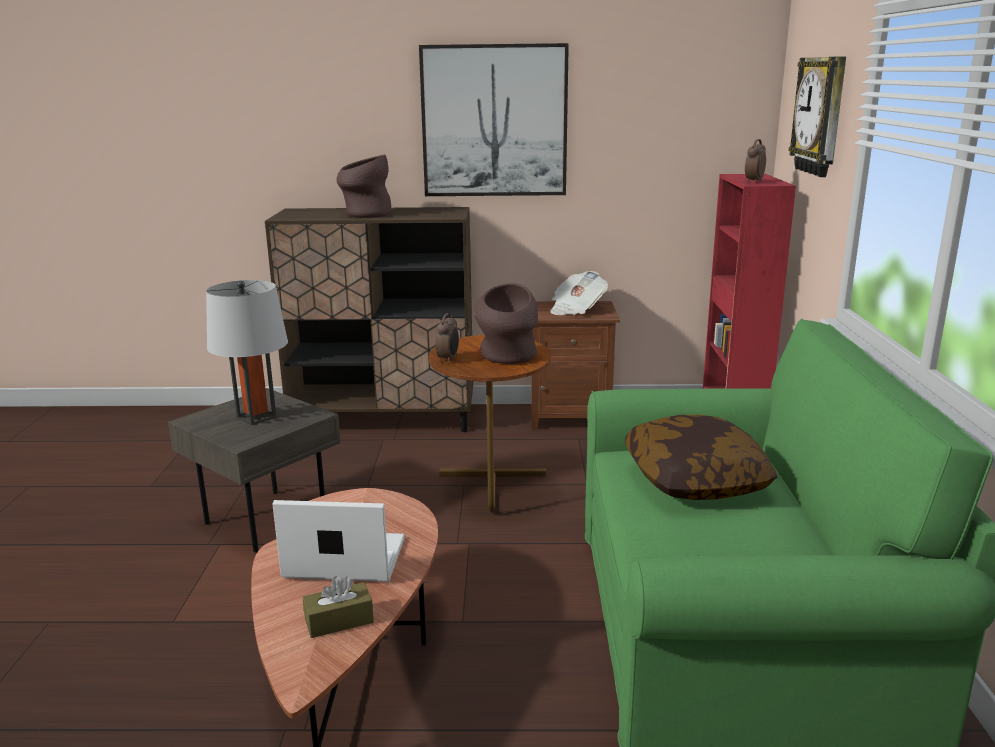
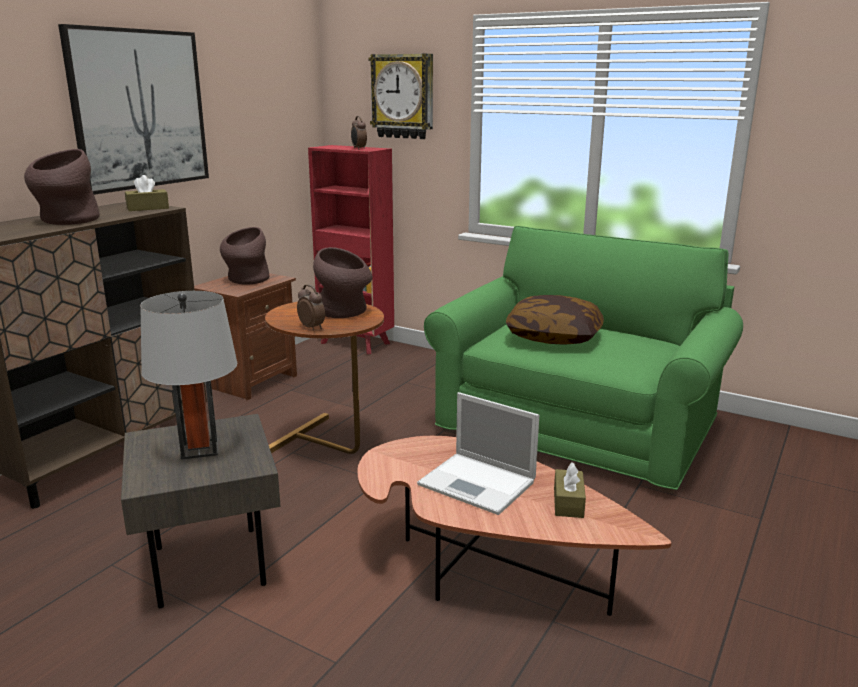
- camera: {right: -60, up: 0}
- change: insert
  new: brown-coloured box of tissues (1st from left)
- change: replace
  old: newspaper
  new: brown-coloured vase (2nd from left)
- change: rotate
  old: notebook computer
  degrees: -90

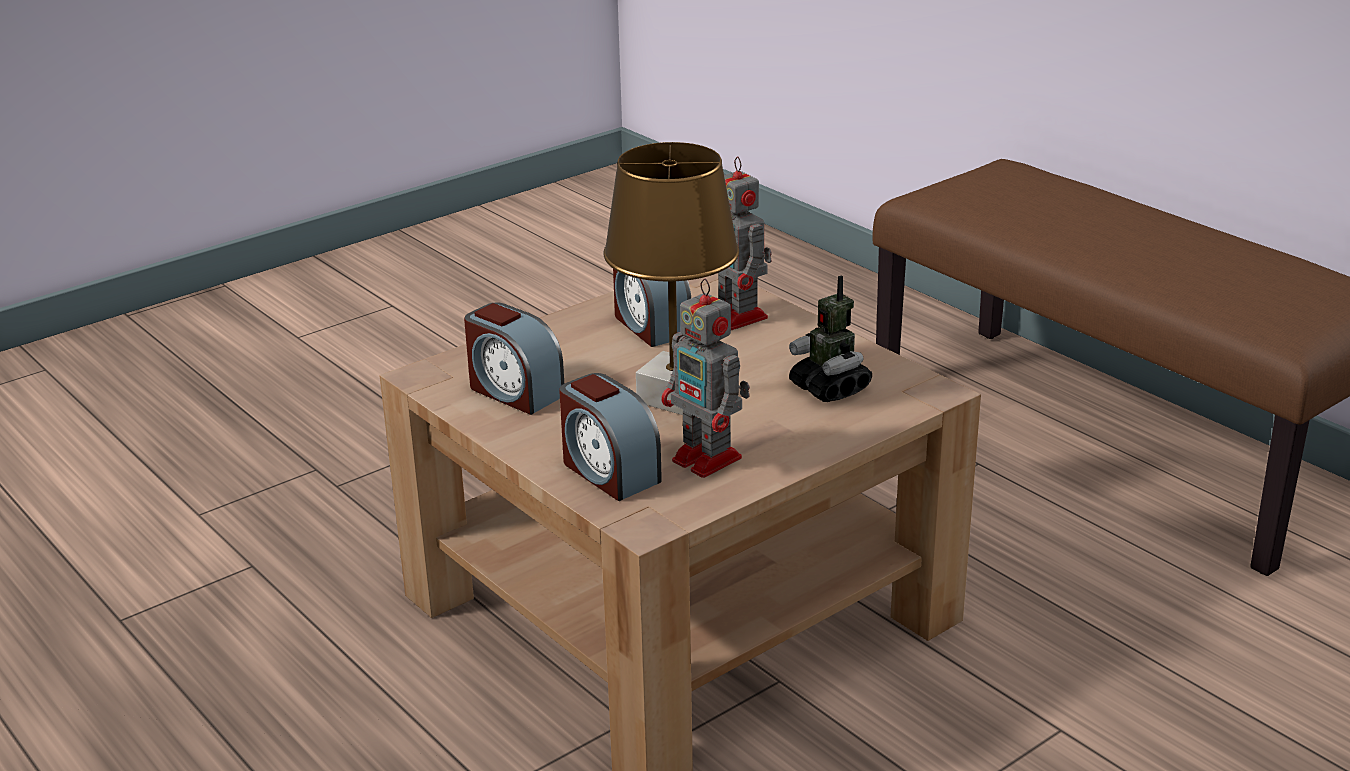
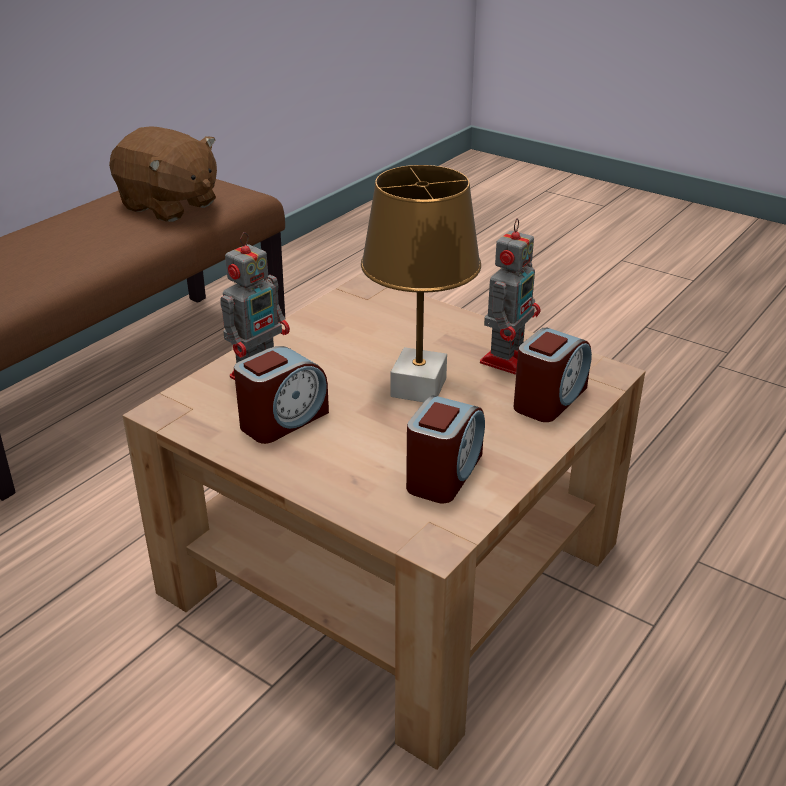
- camera: {right: -105, up: 5}
- change: delete
  old: toy robot (3rd from left)
- change: insert
  new: brown-coloured soft toy

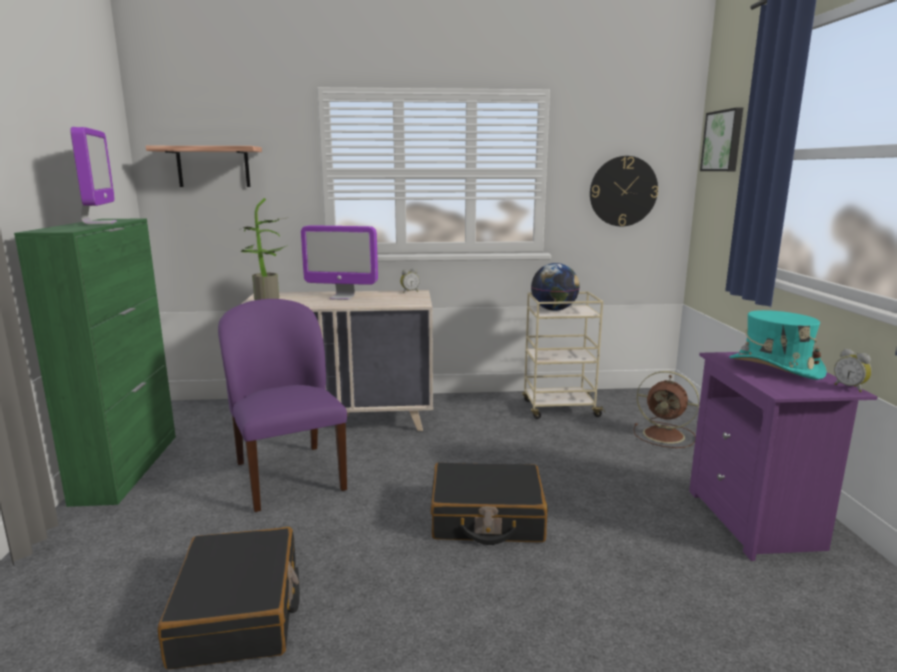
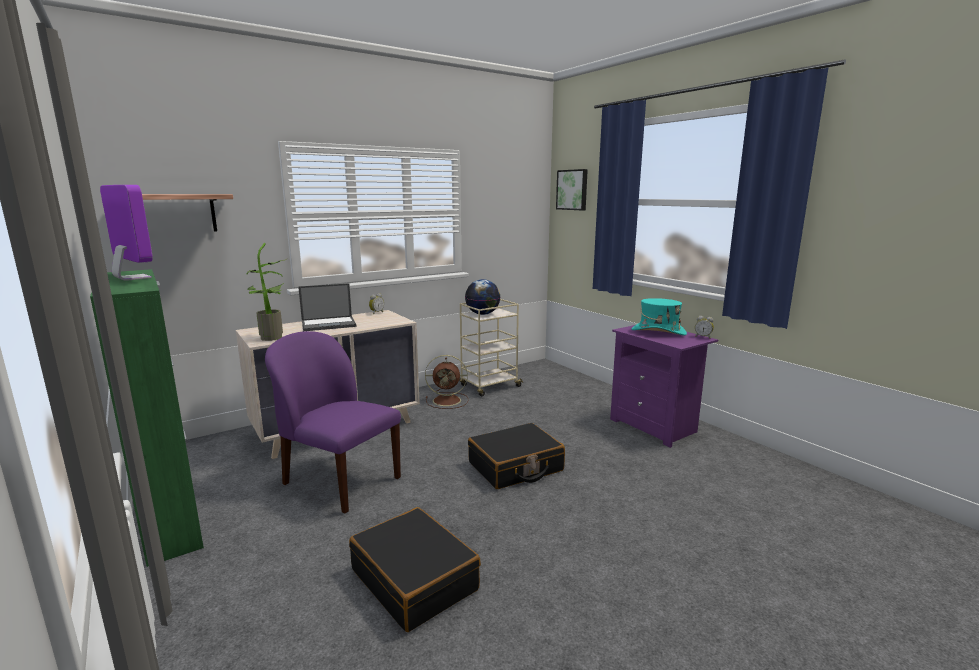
- camera: {right: -30, up: 0}
- change: delete
  old: wall clock
- change: move
  old: brown-coloured cooling fan
- change: replace
  old: monitor (2nd from left)
  new: notebook computer

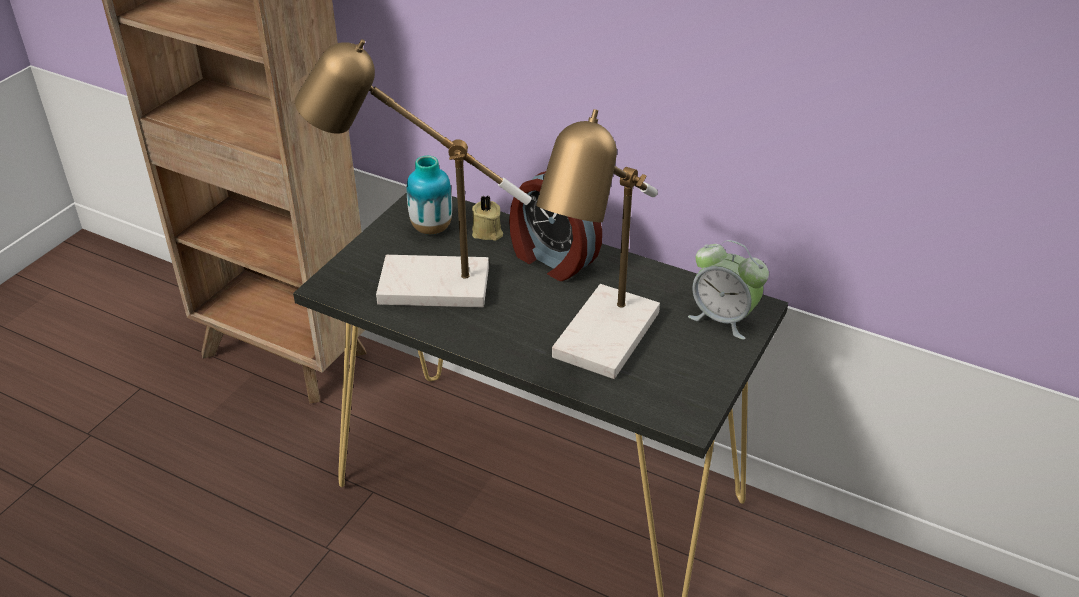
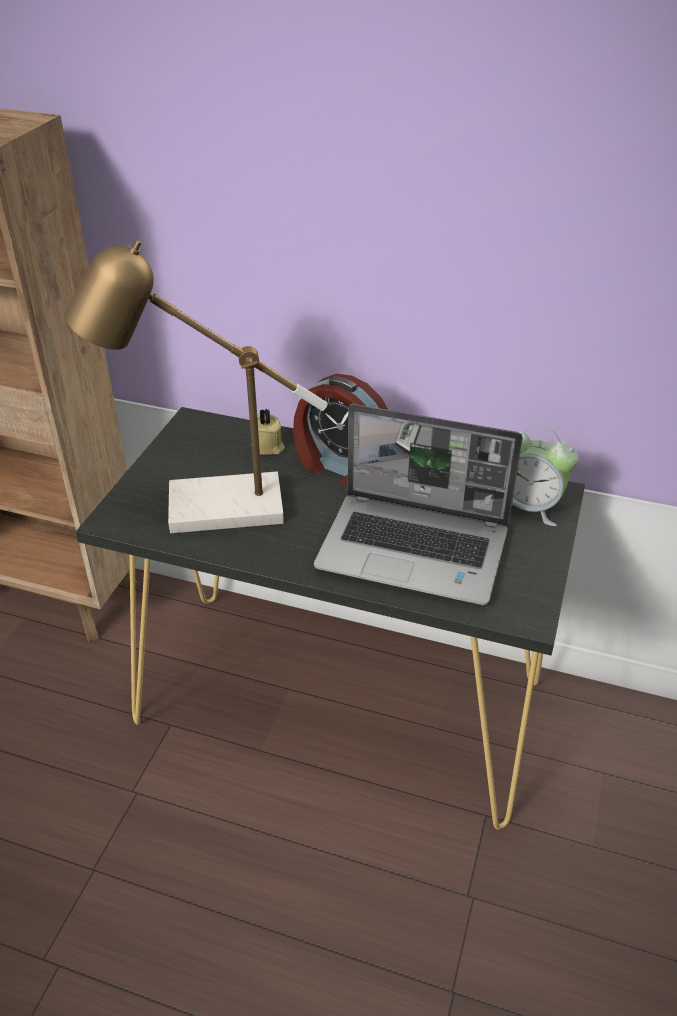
- camera: {right: -10, up: 0}
- change: delete
  old: vase
- change: replace
  old: lamp for a table (2nd from left)
  new: notebook computer

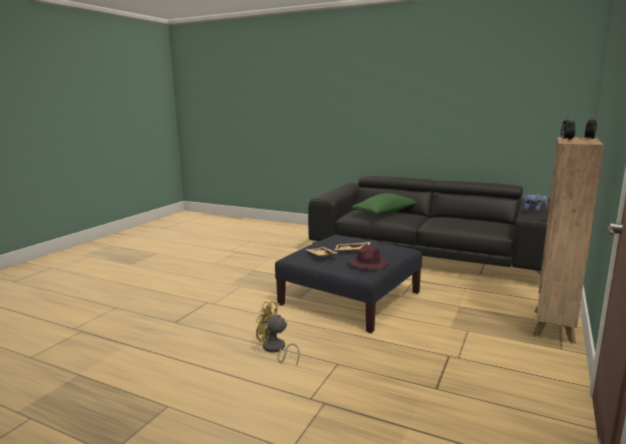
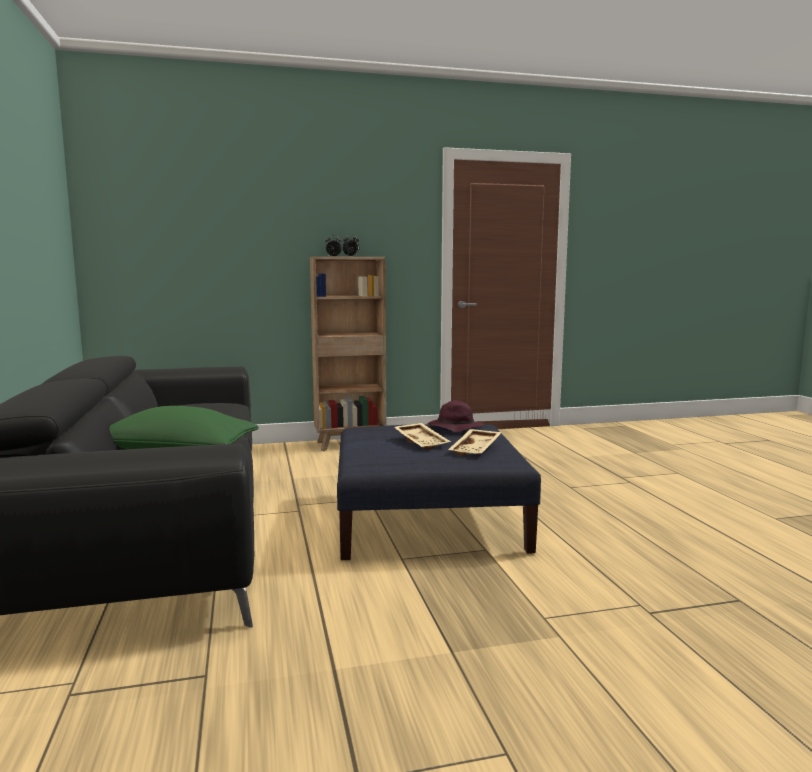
- camera: {right: -130, up: -5}
- change: delete
  old: yellow cooling fan
- change: delete
  old: soft toy

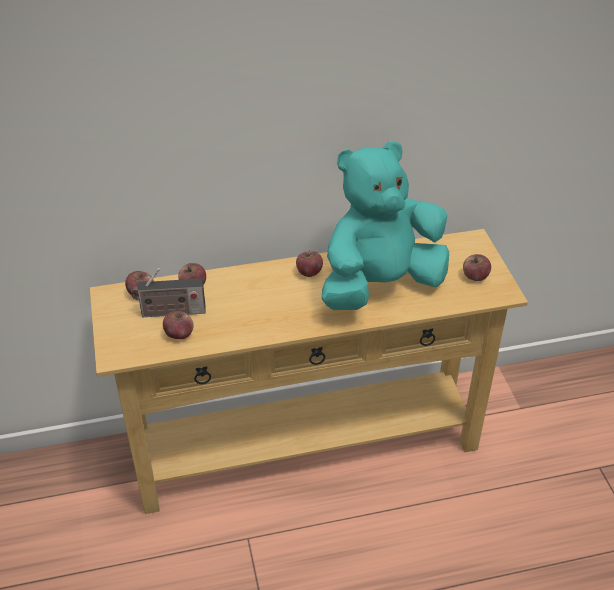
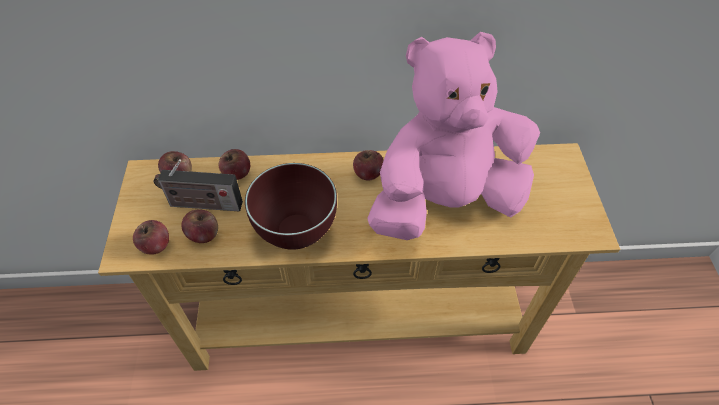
- camera: {right: 10, up: 10}
- change: insert
  new: brown-coloured bowl
- change: move
  old: apple (5th from left in the first image)
  new: apple (1st from left)
- change: recolor
  old: blue-green soft toy
  new: pink-coloured soft toy

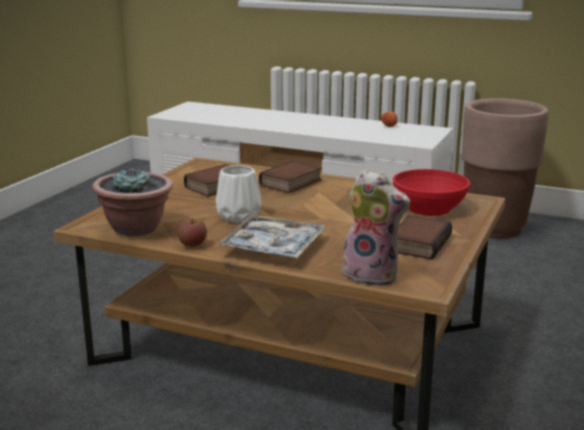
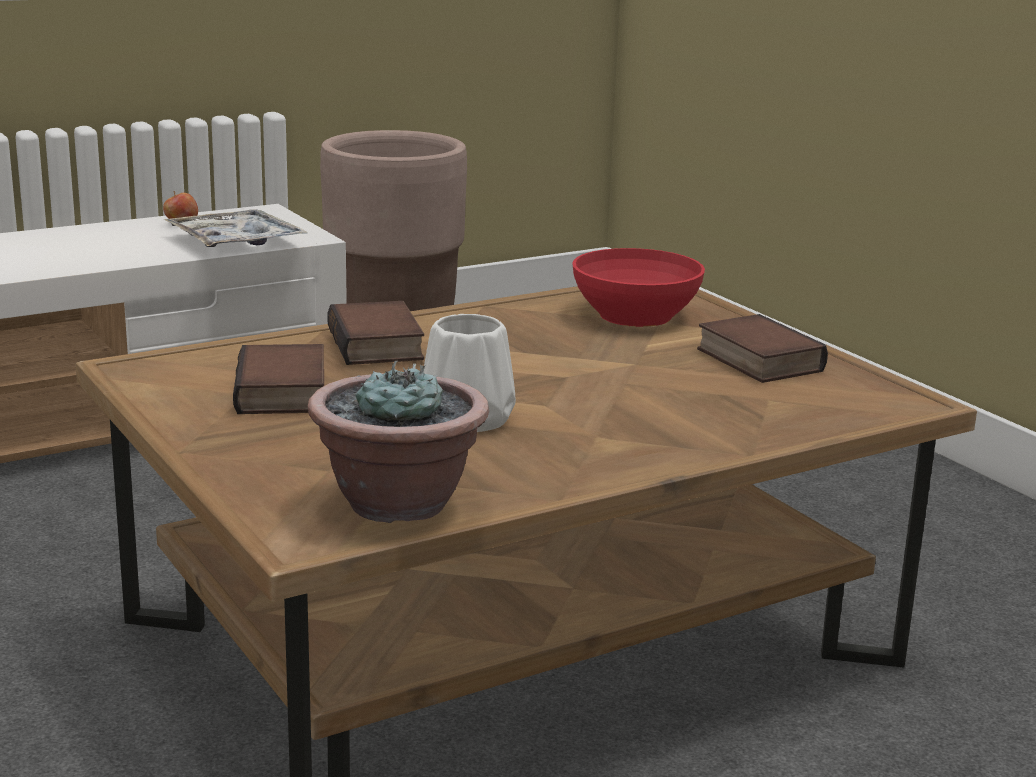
- camera: {right: -55, up: 0}
- change: delete
  old: apple (1st from left)
- change: delete
  old: soft toy
- change: move
  old: carrying tray

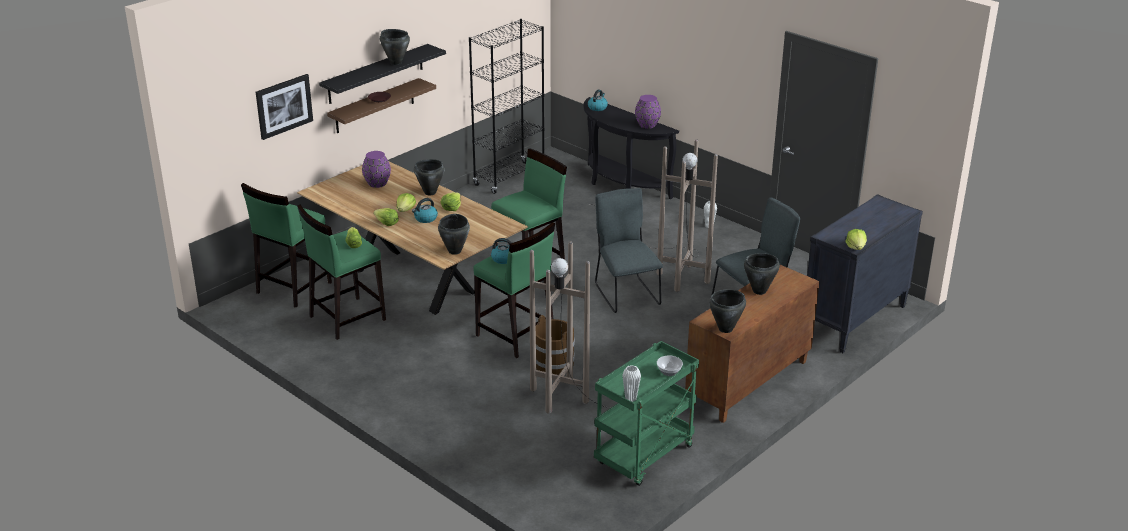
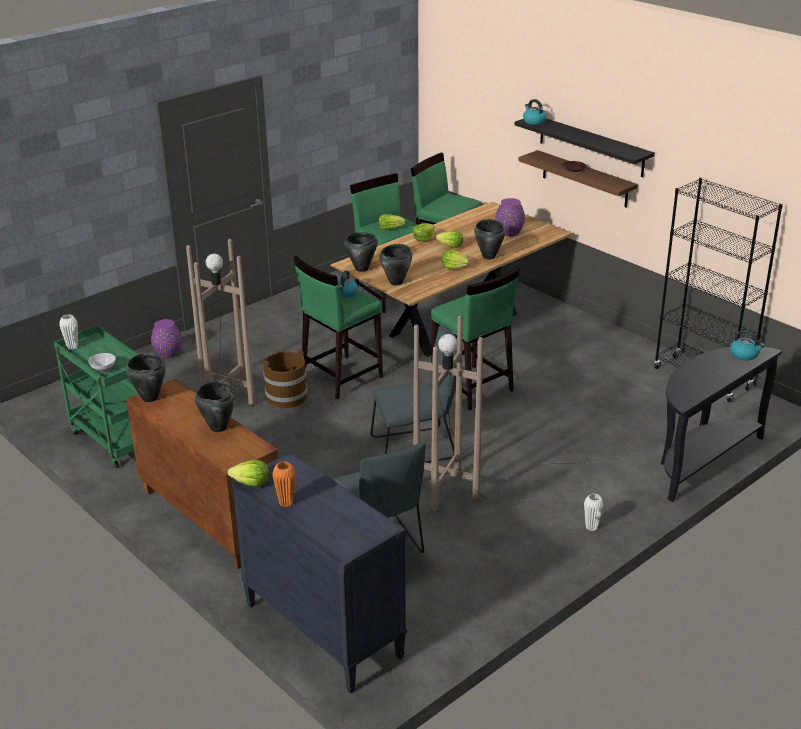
- camera: {right: 95, up: 0}
- change: delete
  old: wall picture
- change: insert
  new: orange vase
- change: move
  old: black cooking pot (1st from left in the first image)
  new: black cooking pot (4th from left)
- change: move
  old: water kettle (1st from left in the first image)
  new: water kettle (2nd from left)
- change: move
  old: purple vase (2nd from left in the first image)
  new: purple vase (1st from left)

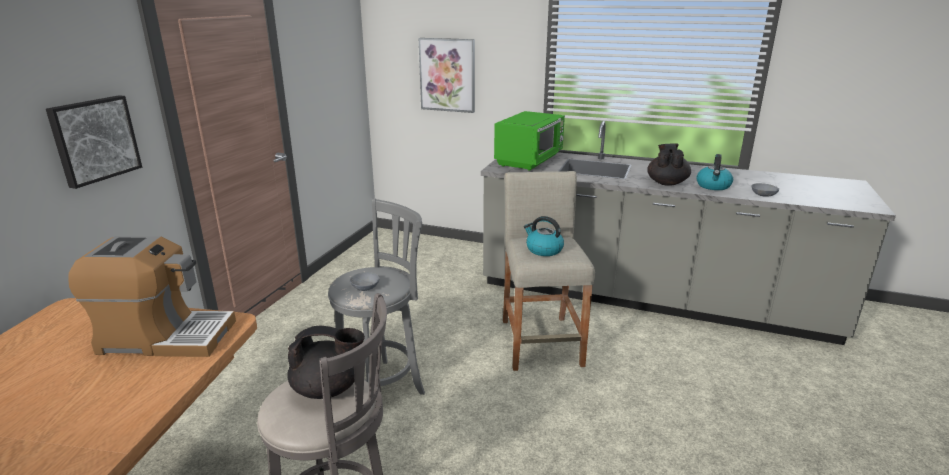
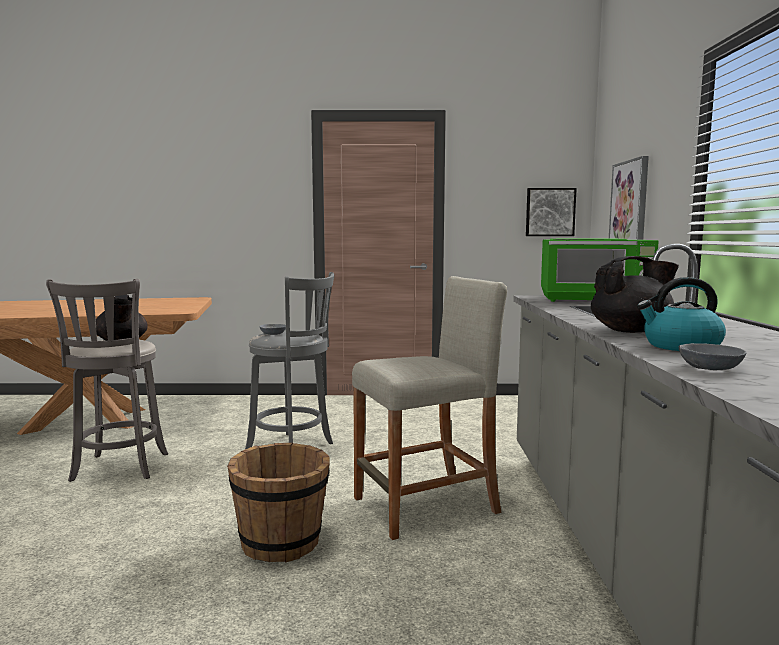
- camera: {right: 70, up: -15}
- change: delete
  old: coffee brewer
- change: delete
  old: water kettle (1st from left)
- change: insert
  new: brown-coloured bucket
- change: move
  old: wall picture (1st from left)

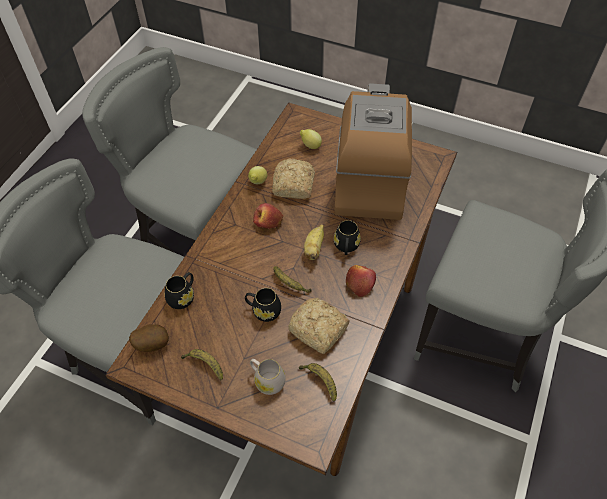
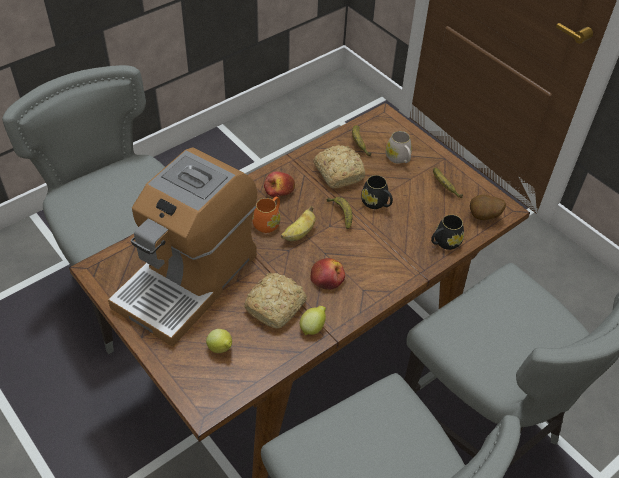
- camera: {right: -155, up: -5}
- change: recolor
  old: black tea mug (3rd from left)
  new: orange tea mug

